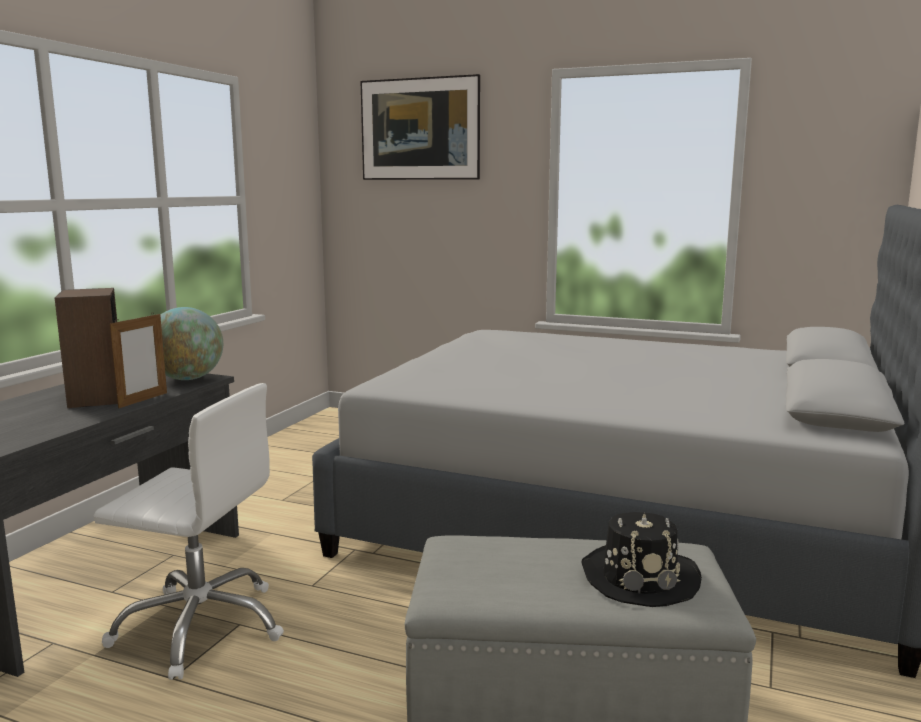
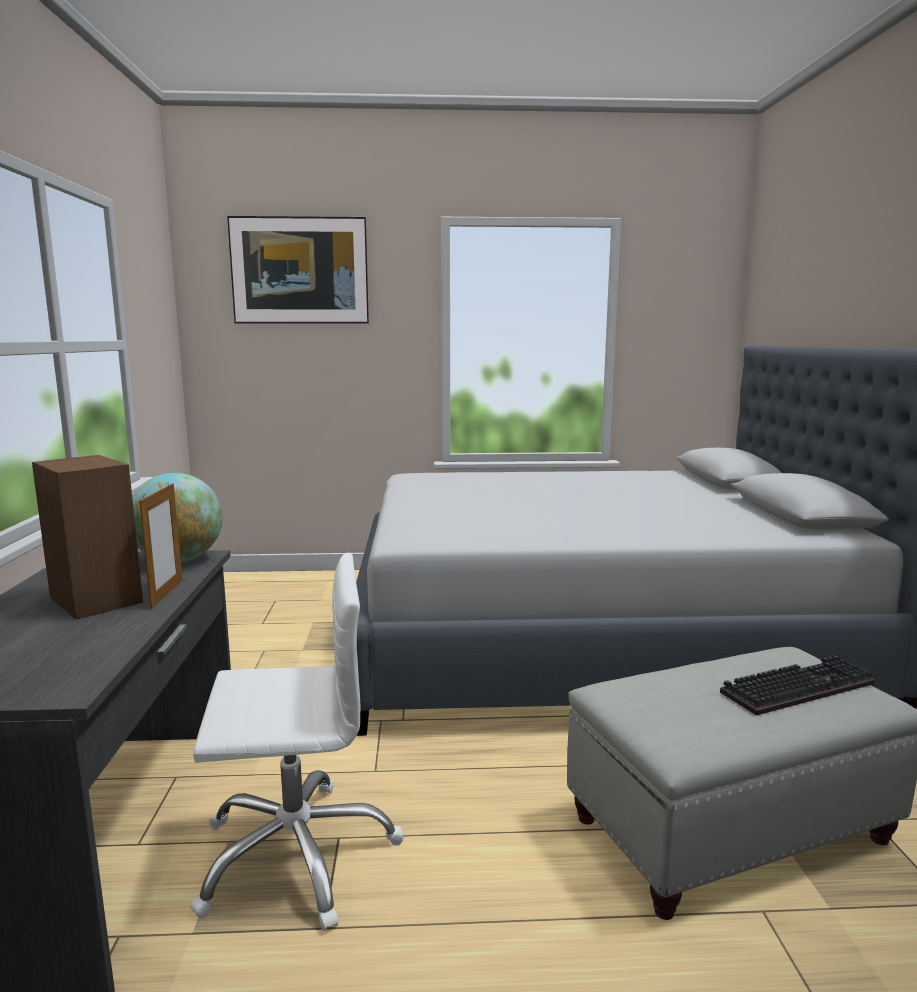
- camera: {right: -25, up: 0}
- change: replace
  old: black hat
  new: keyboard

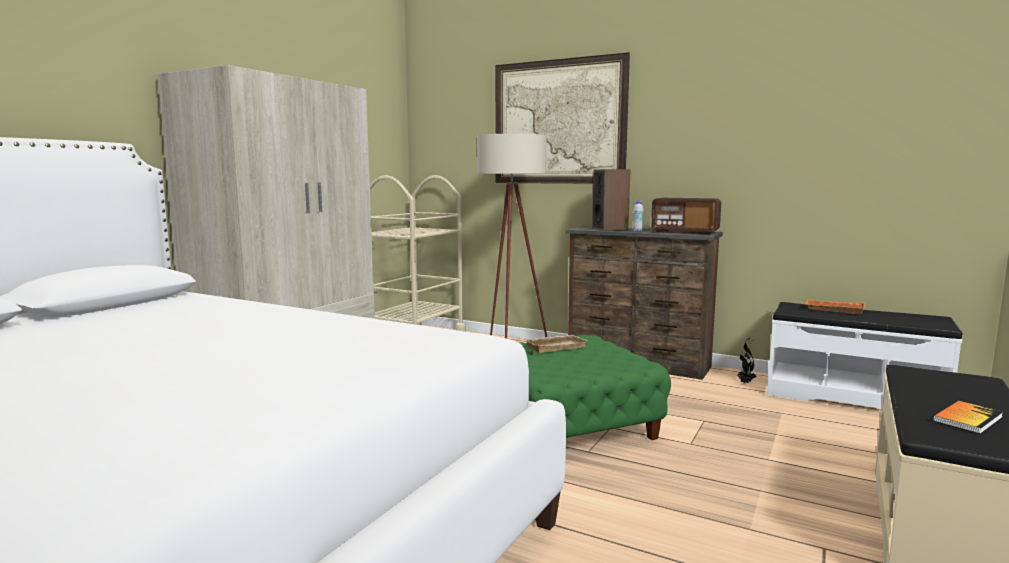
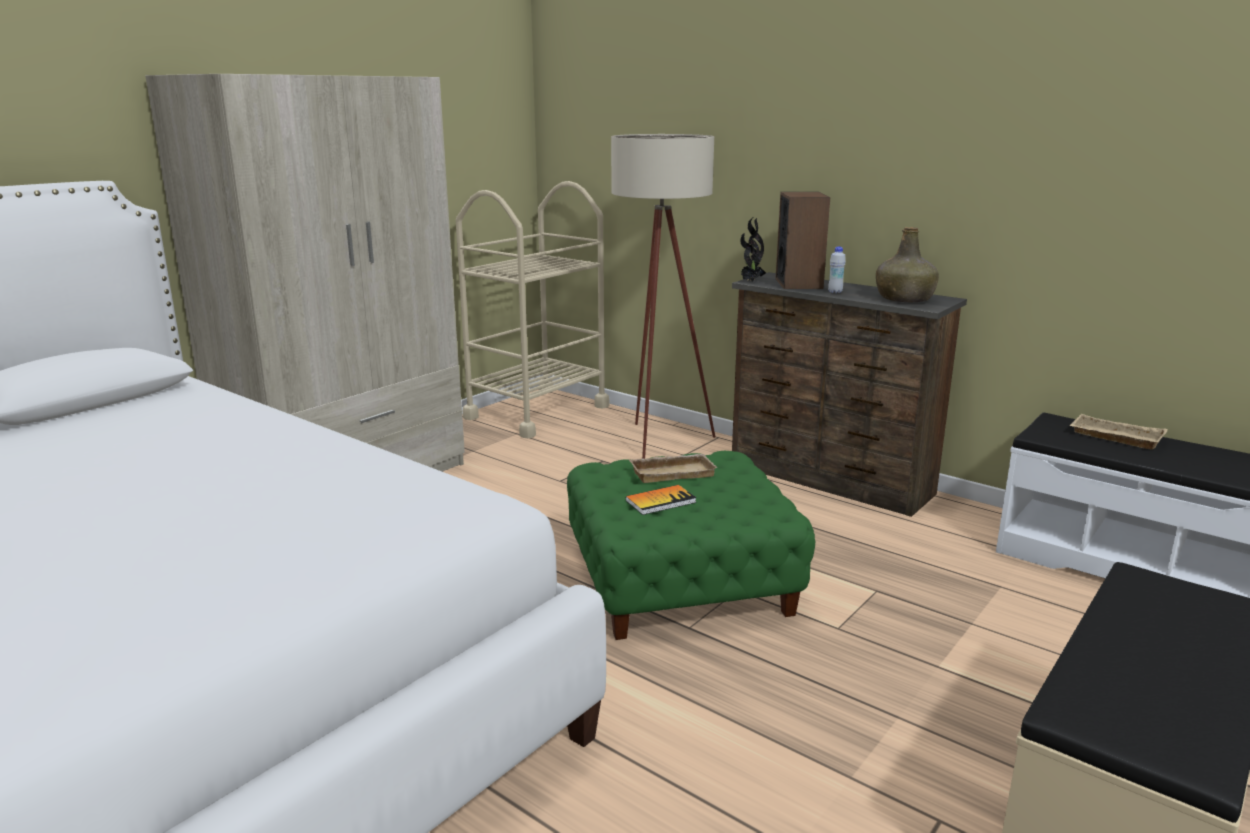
- camera: {right: 10, up: 10}
- change: delete
  old: wall picture
- change: move
  old: plant in a pot
- change: move
  old: bound book
- change: replace
  old: radio set
  new: green beverage bottle
- change: recolor
  old: orange carrying tray
  new: beige-coloured carrying tray (2nd from left)

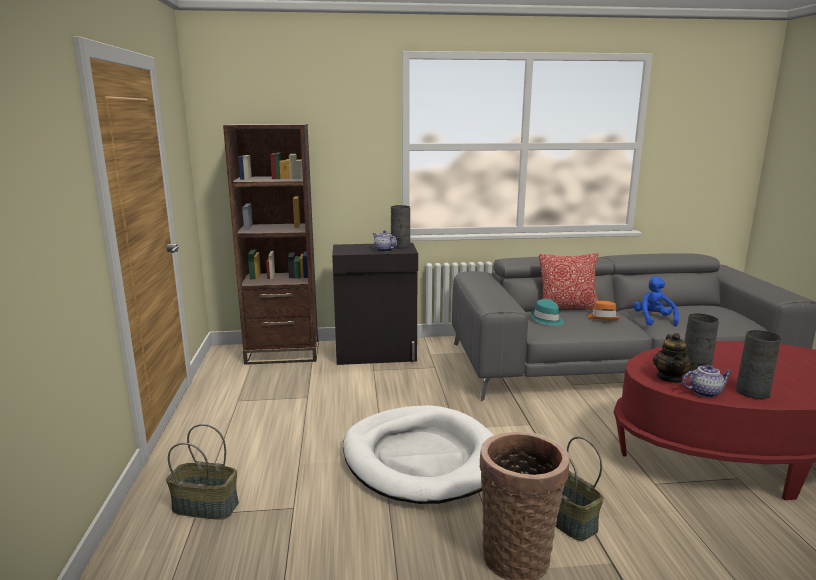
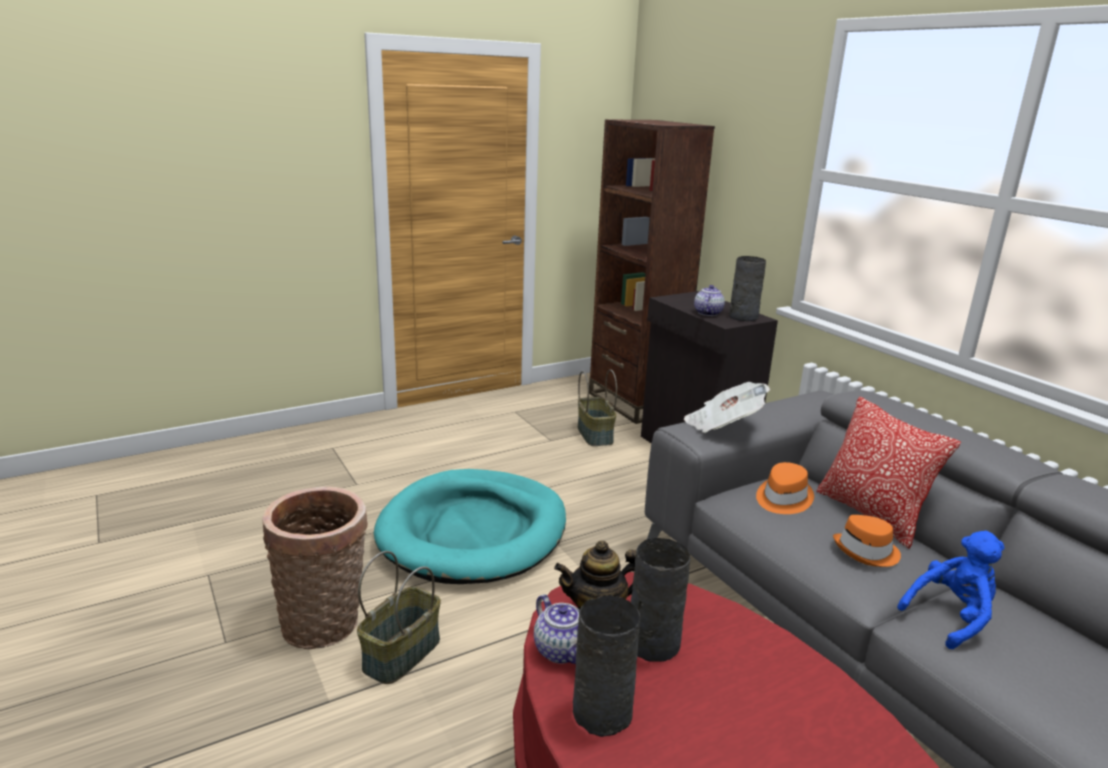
- camera: {right: 65, up: 5}
- change: insert
  new: newspaper
- change: move
  old: storage basket (1st from left in the first image)
  new: storage basket (3rd from left)
- change: recolor
  old: white pet bed
  new: blue-green pet bed
- change: recolor
  old: blue-green hat
  new: orange hat (1st from left)

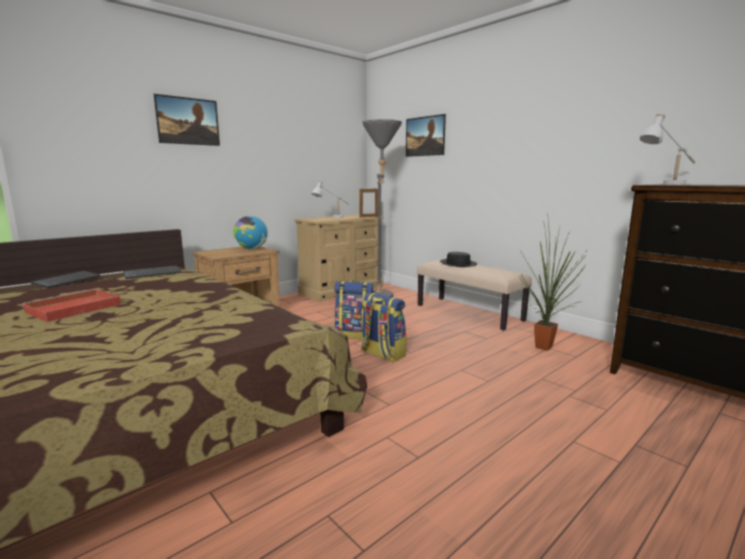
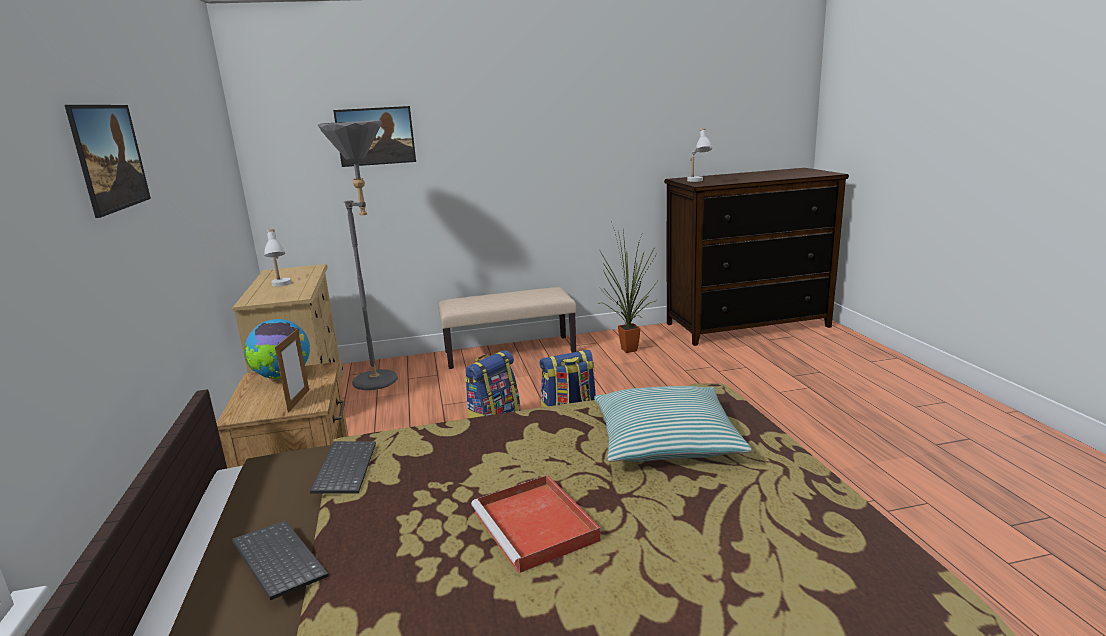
- camera: {right: -60, up: 5}
- change: delete
  old: black hat
- change: insert
  new: pillow
- change: move
  old: picture frame

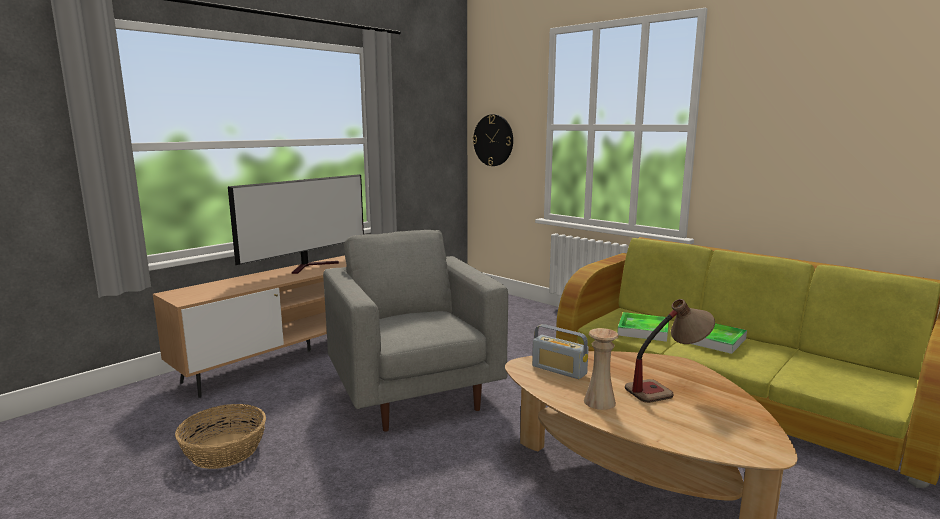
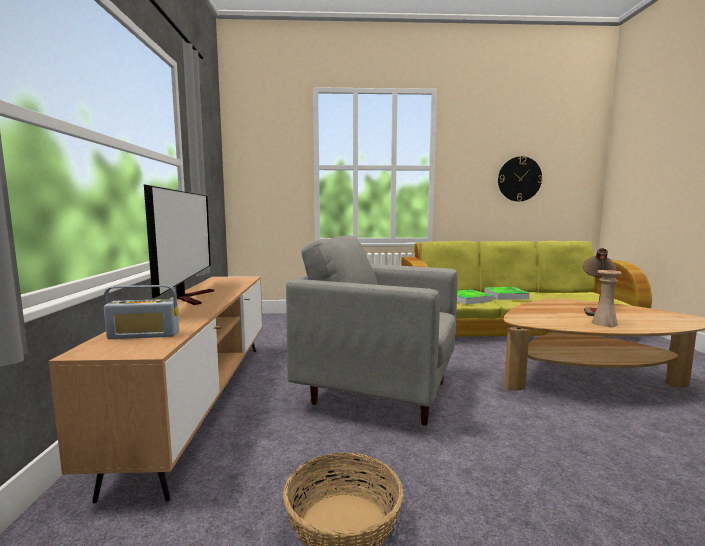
- camera: {right: -45, up: -5}
- change: move
  old: wall clock
- change: move
  old: radio set

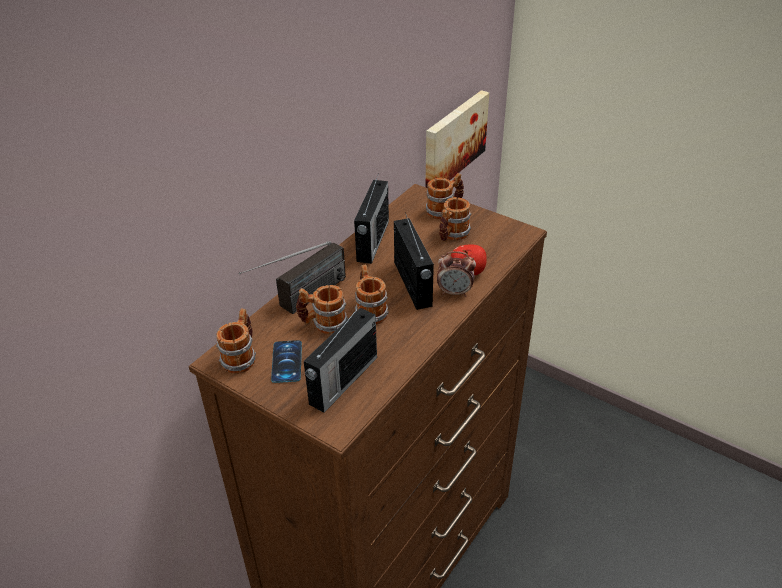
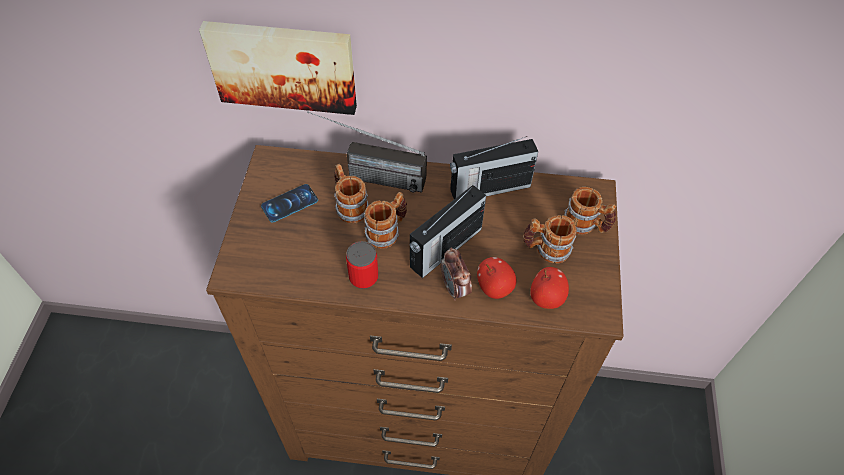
- camera: {right: 60, up: 15}
- change: delete
  old: tea mug (1st from left)
- change: delete
  old: radio set (2nd from left)
- change: insert
  new: sealed can
- change: insert
  new: apple (2nd from left)
- change: move
  old: wall picture

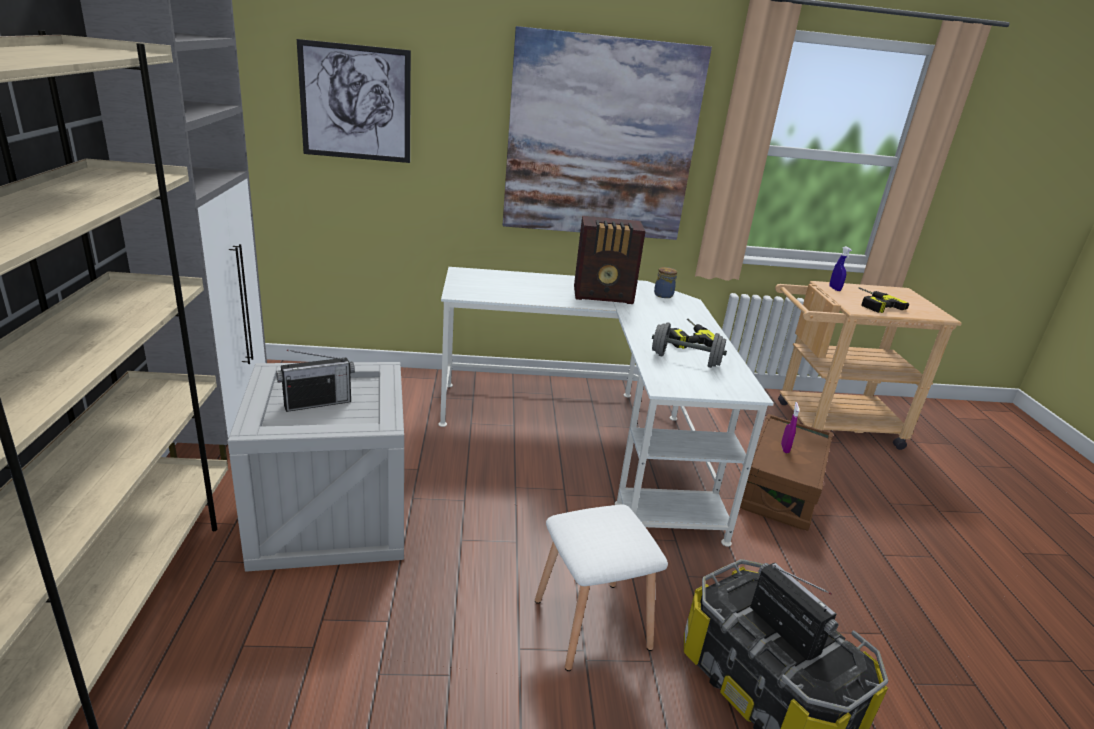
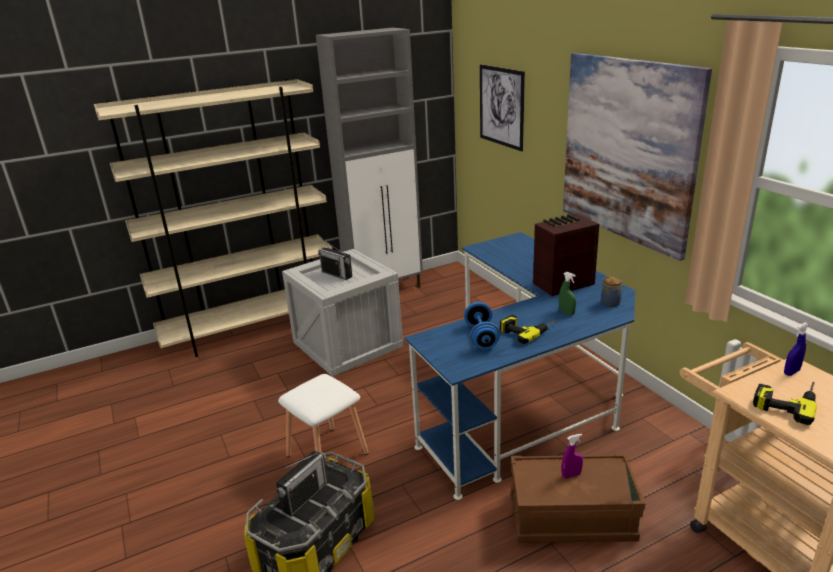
- camera: {right: 70, up: 0}
- change: insert
  new: green sprayer
- change: recolor
  old: white desk
  new: blue-coloured desk
- change: recolor
  old: greyish free weight
  new: blue-coloured free weight
- change: rotate
  old: radio set (2nd from left in the first image)
  degrees: 90

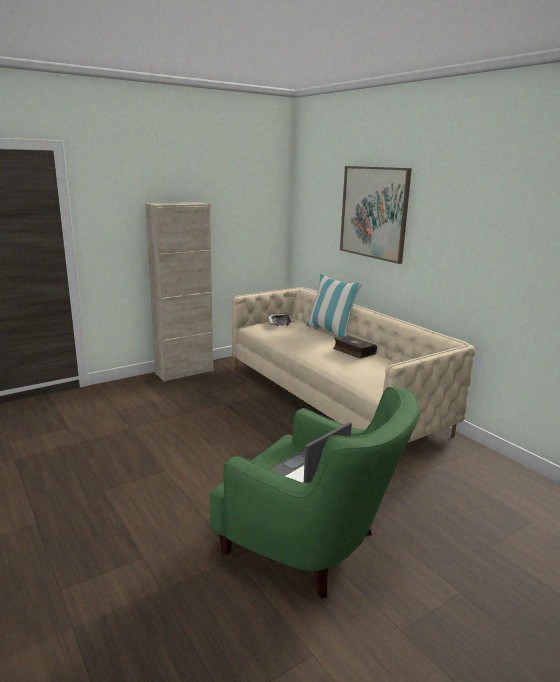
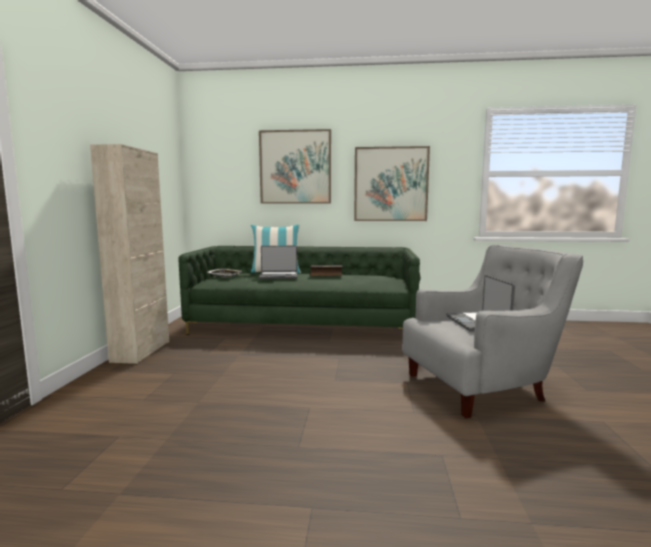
- camera: {right: -50, up: -10}
- change: insert
  new: notebook computer (1st from left)
- change: insert
  new: wall picture (2nd from left)
- change: recolor
  old: green easy chair
  new: greyish easy chair
- change: recolor
  old: beige-coloured settee
  new: green settee

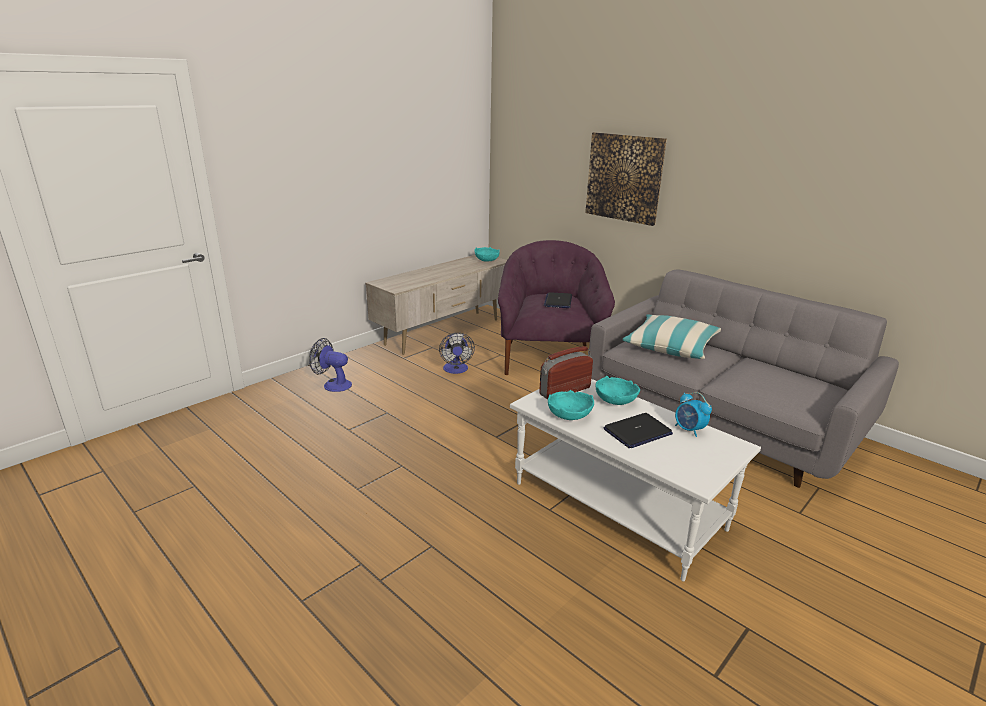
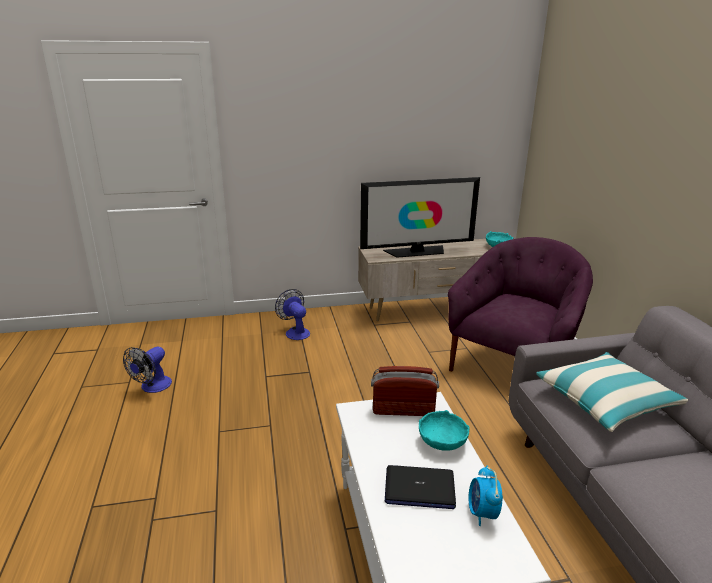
- camera: {right: 35, up: 0}
- change: delete
  old: notebook computer (1st from left)
- change: delete
  old: blue-green bowl (2nd from left)
- change: delete
  old: wall picture
- change: insert
  new: television
- change: move
  old: cooling fan (2nd from left in the first image)
  new: cooling fan (1st from left)

